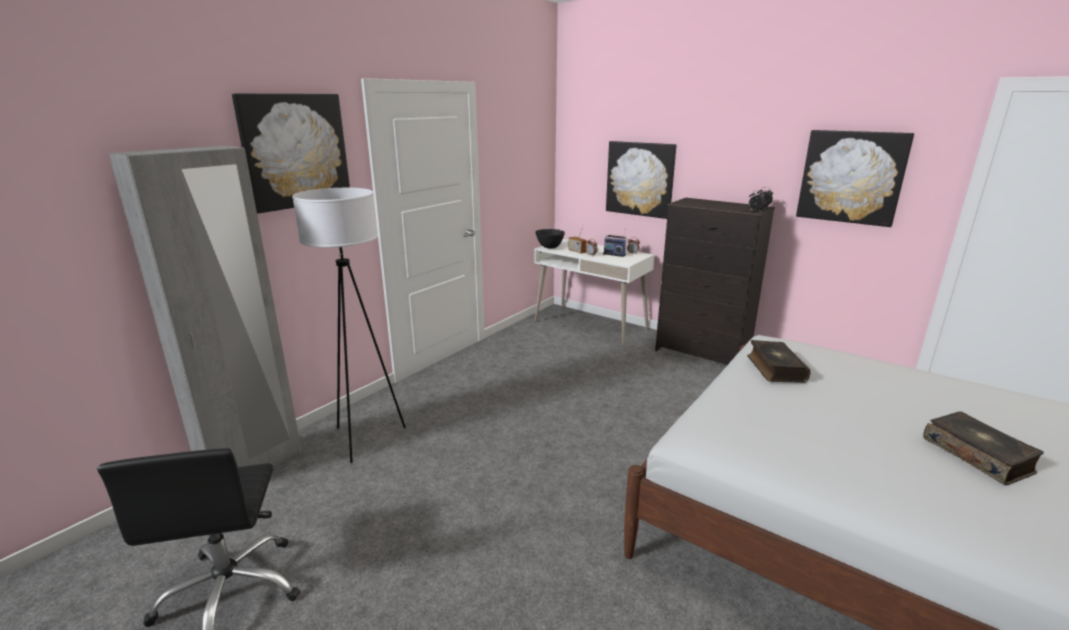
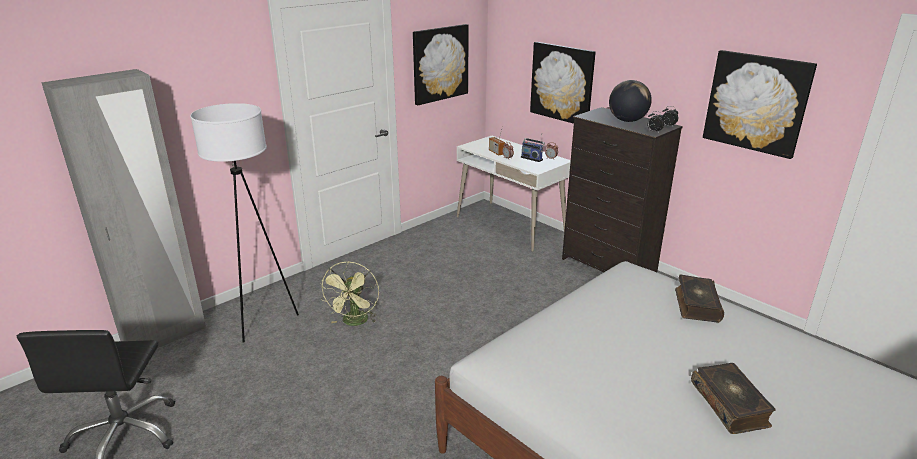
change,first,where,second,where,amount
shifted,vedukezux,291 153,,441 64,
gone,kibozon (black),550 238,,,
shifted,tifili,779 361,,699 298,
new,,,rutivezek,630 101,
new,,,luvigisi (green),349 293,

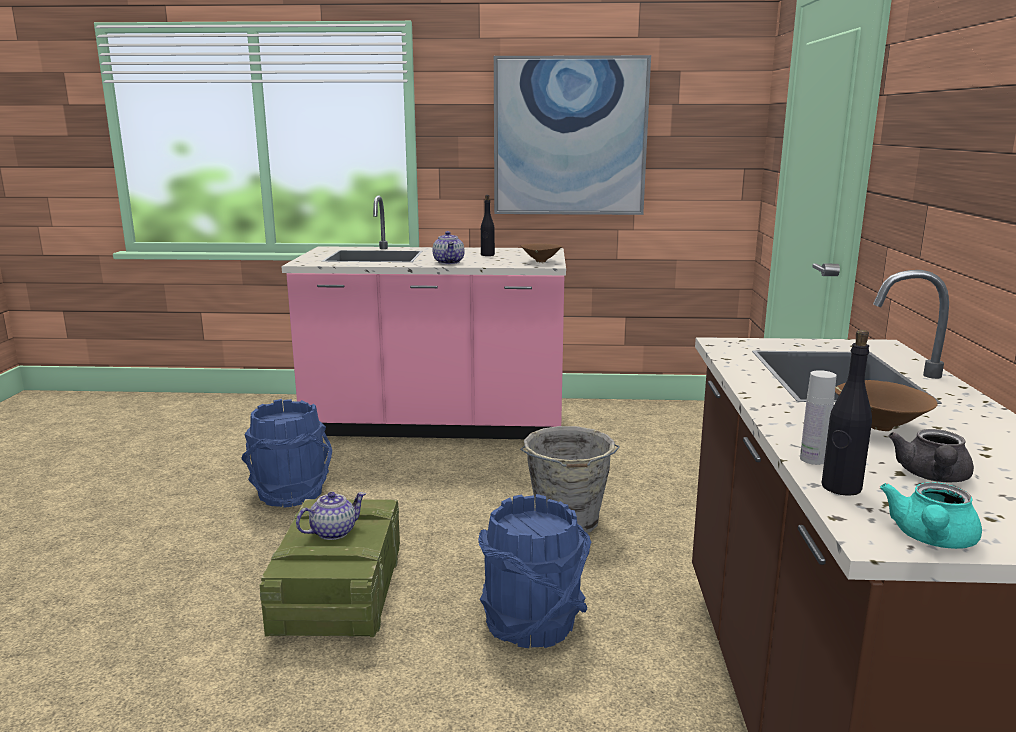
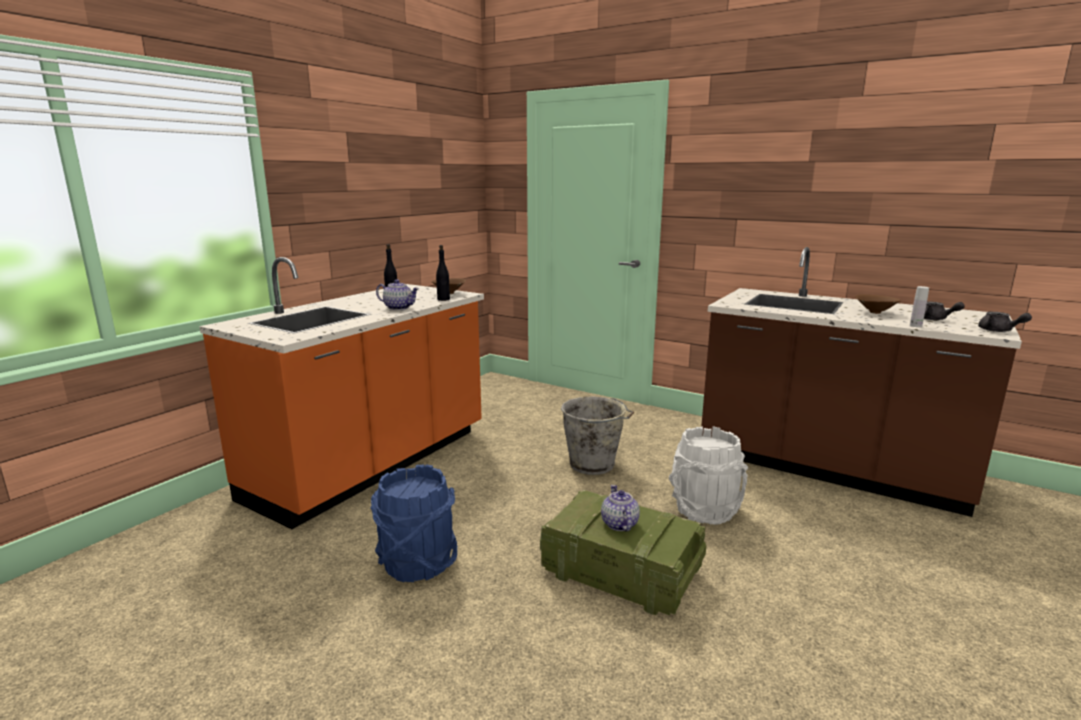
change,first,where,second,where,amount
gone,vedukezux,572 135,,,
repainted,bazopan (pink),423 317,bazopan (orange),341 393,
shifted,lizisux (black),847 413,,443 273,
repainted,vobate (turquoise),931 515,vobate (grey),1005 322,
repainted,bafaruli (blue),534 571,bafaruli (white),708 475,

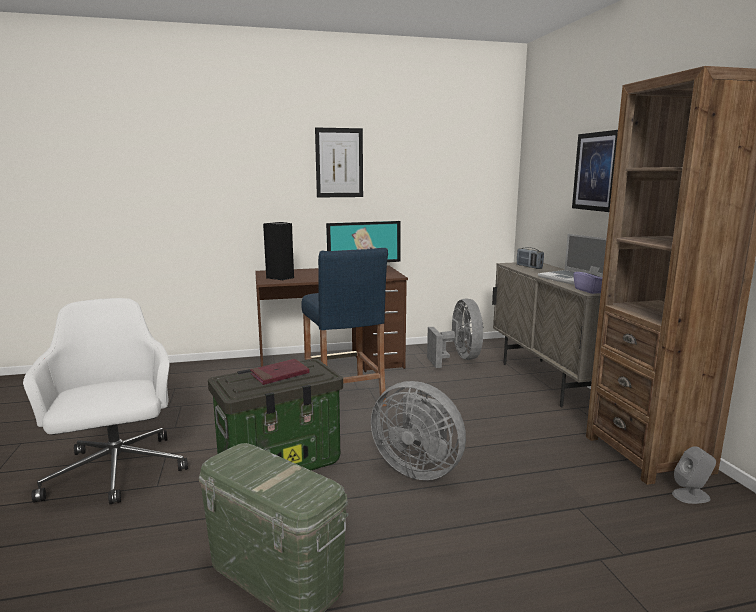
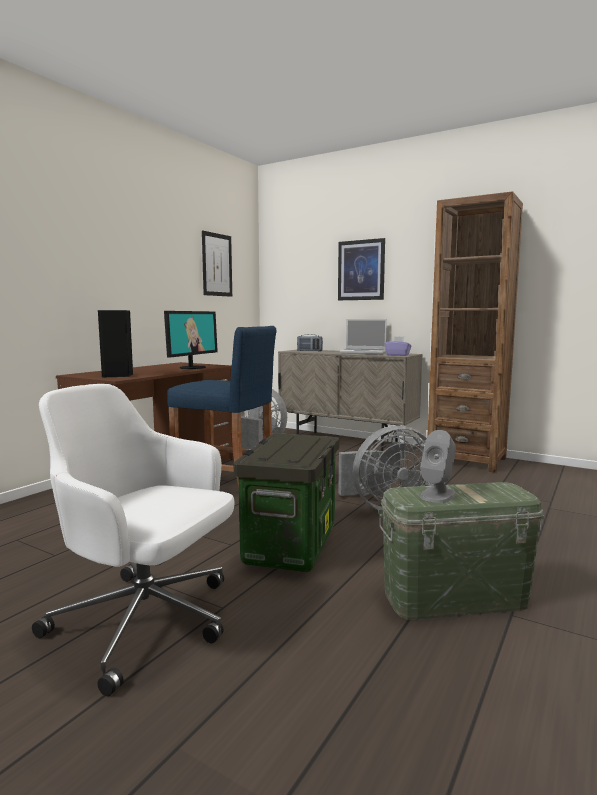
change,first,where,second,where,amount
shifted,vedukezux,339 162,,217 264,
gone,tifili (red),280 372,,,
shifted,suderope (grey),694 475,,438 466,

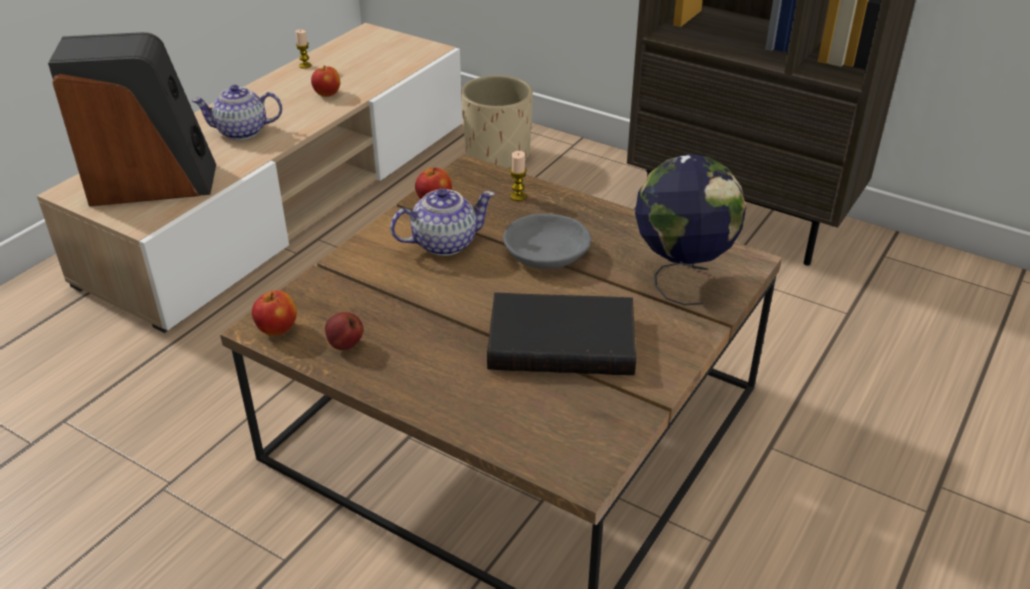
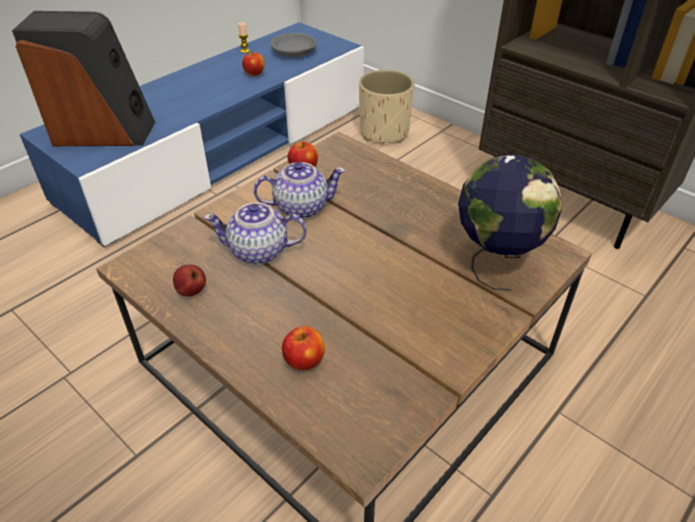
change,first,where,second,where,amount
repainted,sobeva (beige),249 178,sobeva (blue),192 134,
shifted,vobate,236 112,,255 233,
gone,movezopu,518 176,,,
shifted,kibozon (grey),547 241,,293 45,
shifted,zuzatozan,274 313,,303 348,
gone,tifili (black),561 333,,,

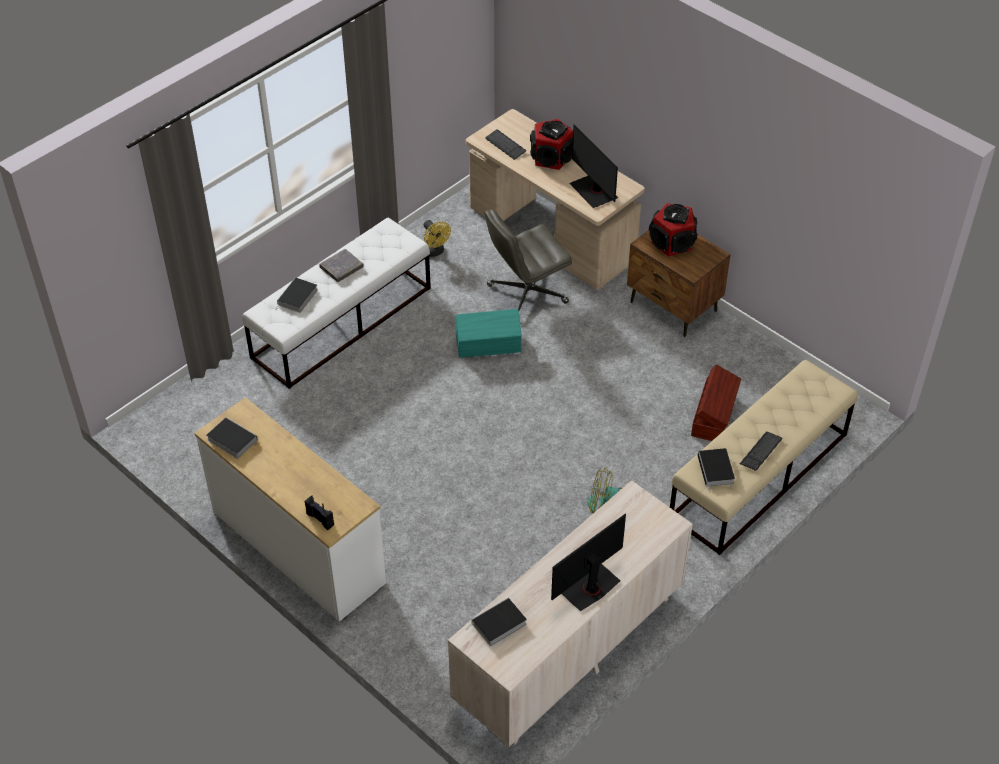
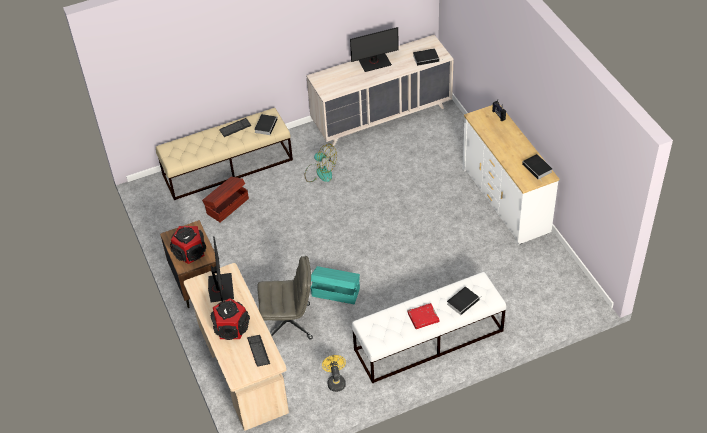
change,first,where,second,where,amount
repainted,tifili (grey),341 265,tifili (red),424 316,

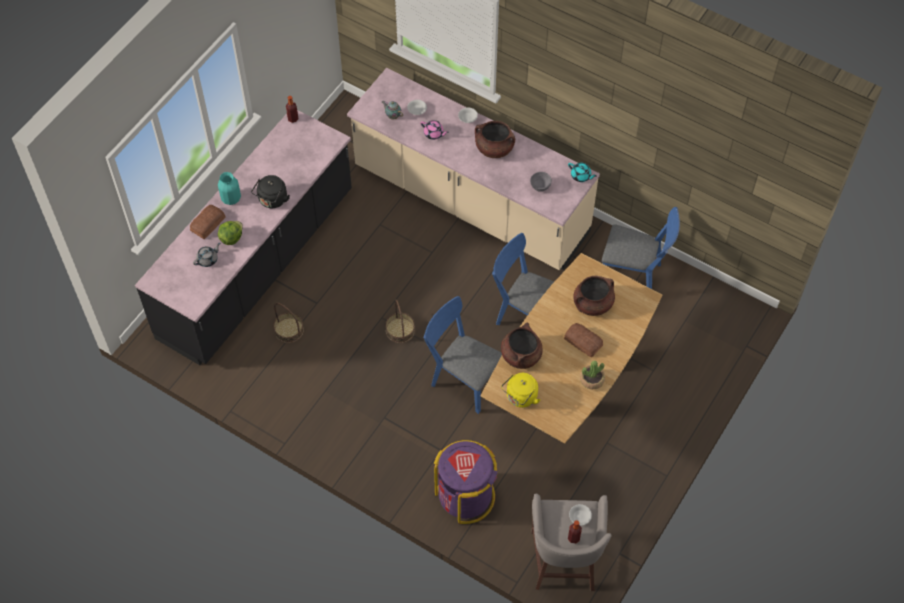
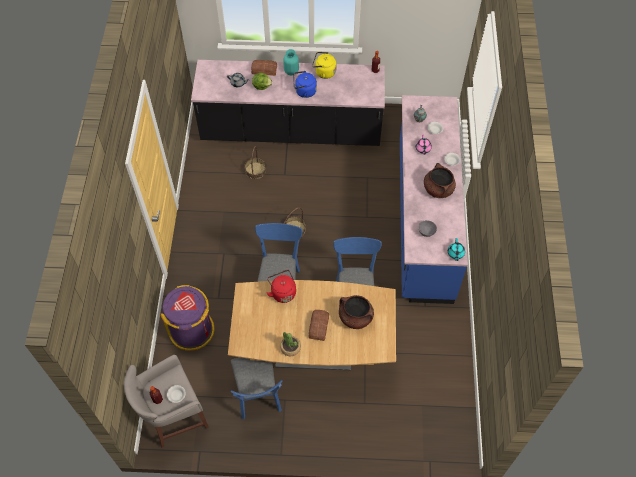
change,first,where,second,where,amount
repainted,bazopan (beige),473 169,bazopan (blue),434 199,
repainted,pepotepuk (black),270 191,pepotepuk (blue),305 84,
shifted,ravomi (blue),641 248,,256 388,
swapped,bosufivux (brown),522 346,pepotepuk (red),281 286,
shifted,pepotepuk (yellow),520 390,,324 65,

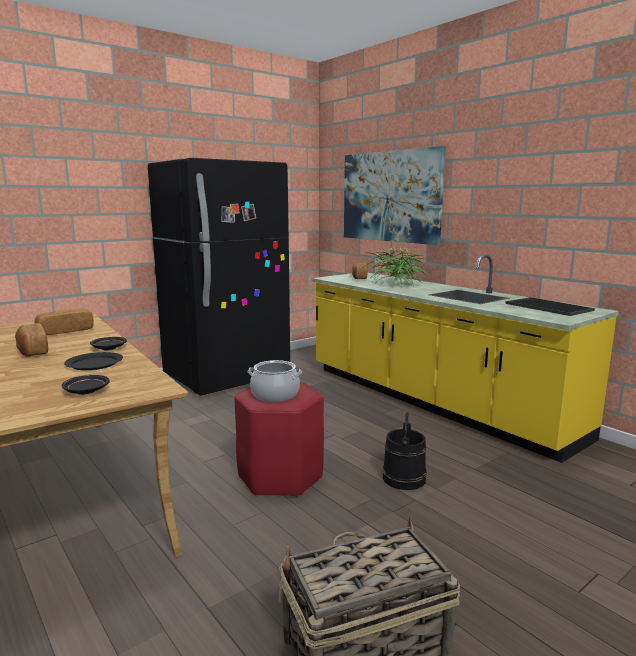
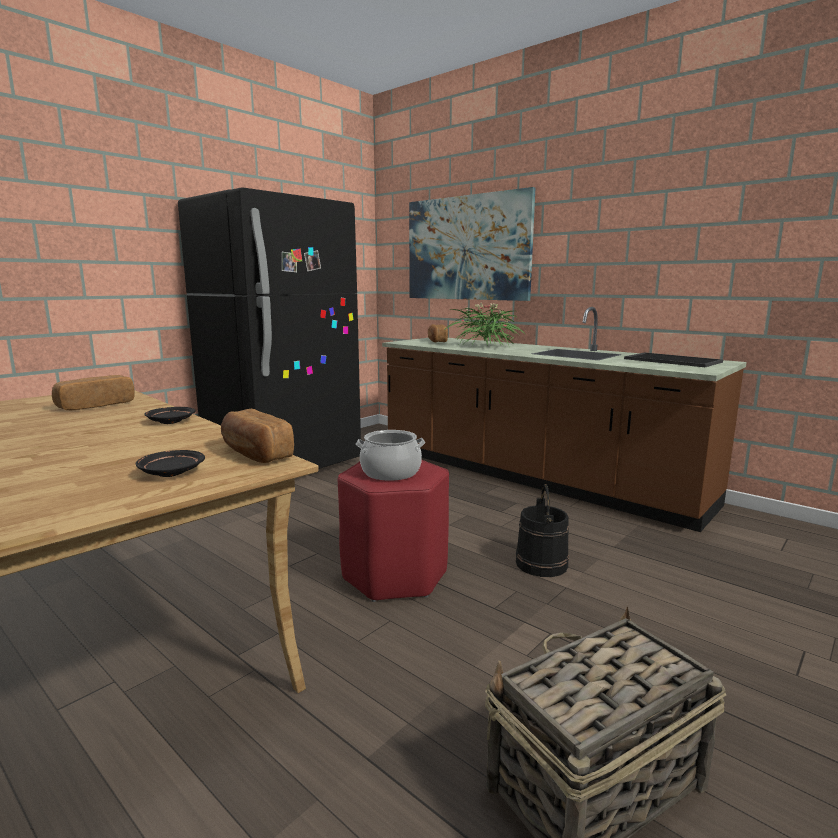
change,first,where,second,where,amount
repainted,bazopan (yellow),465 358,bazopan (brown),564 419,
shifted,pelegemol,31 340,,257 436,
gone,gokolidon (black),93 361,,,

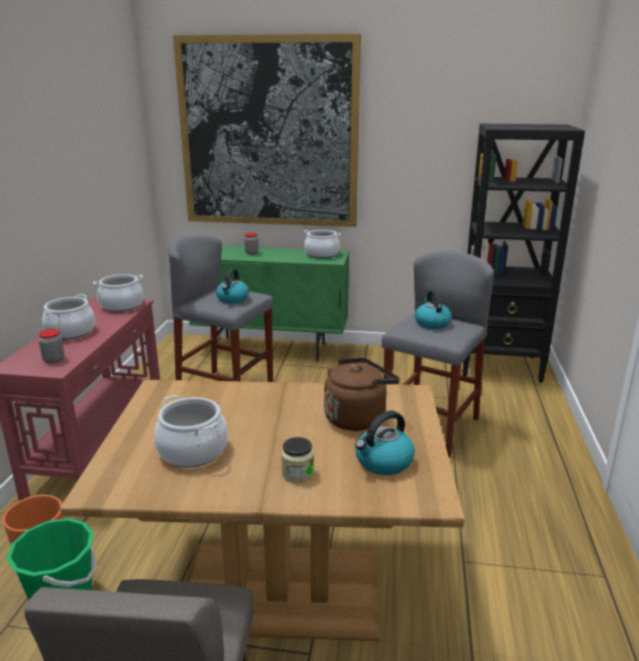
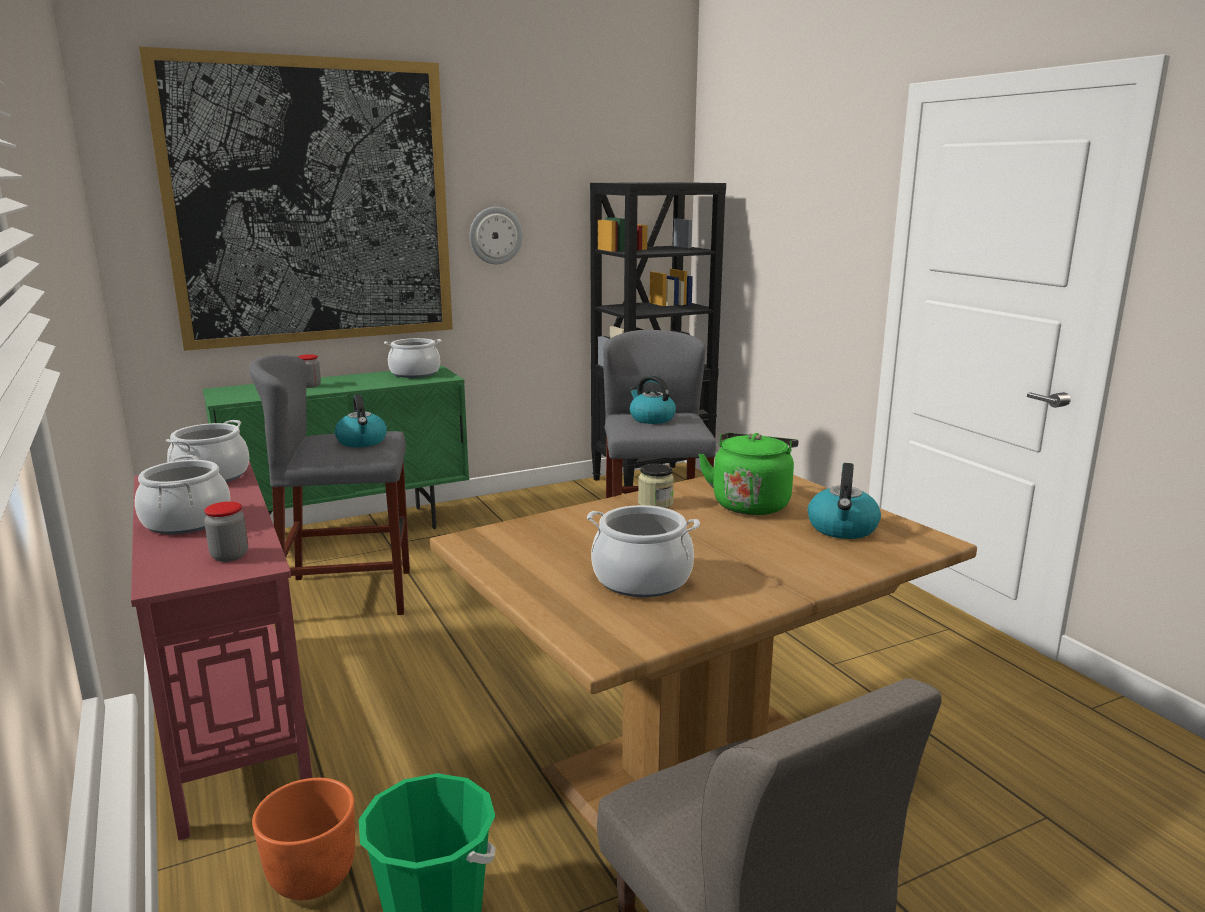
change,first,where,second,where,amount
repainted,pepotepuk (brown),362 394,pepotepuk (green),748 474,
shifted,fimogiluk,297 460,,656 485,
new,,,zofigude,496 235,

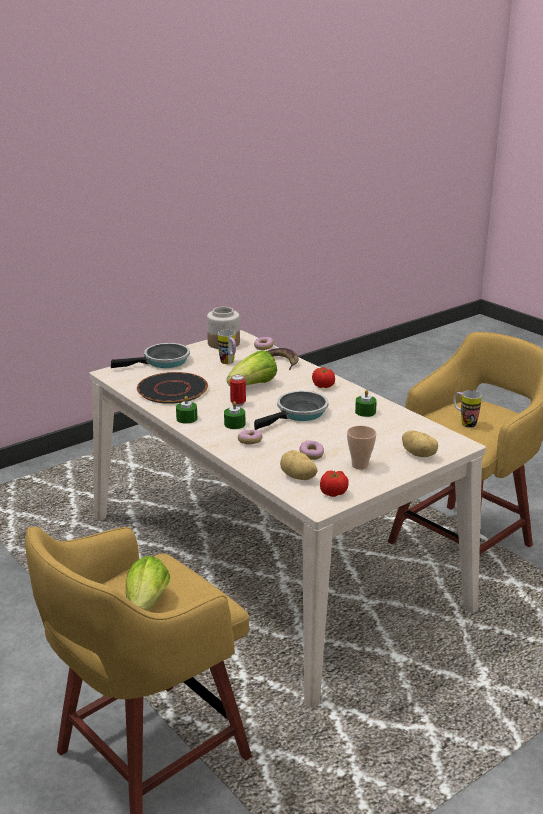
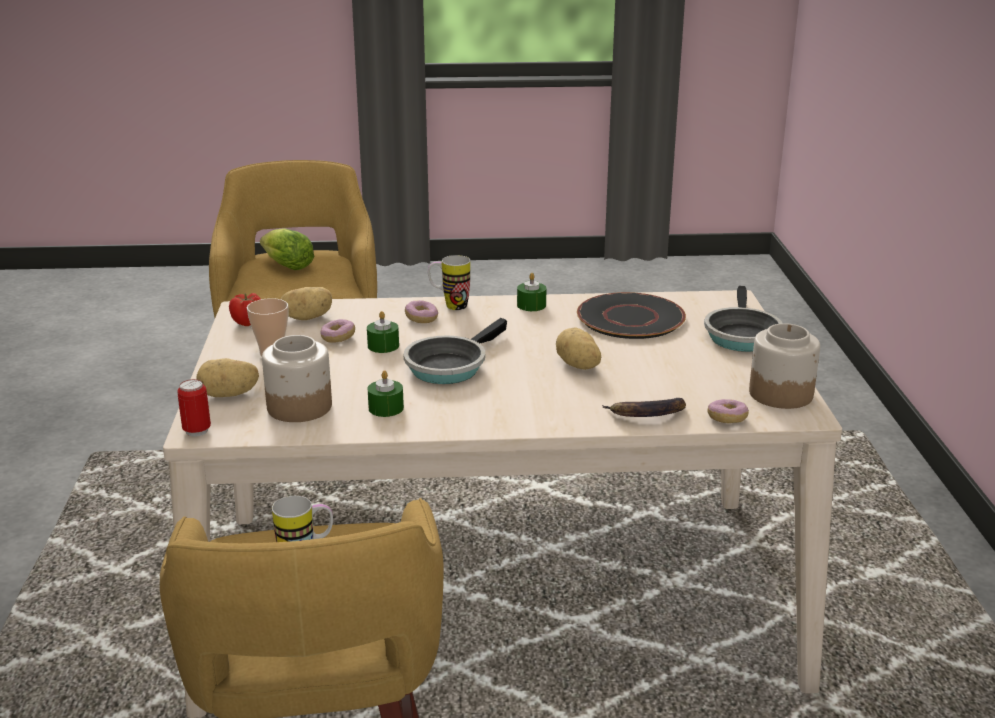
change,first,where,second,where,amount
shifted,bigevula,227 347,,449 282,
swapped,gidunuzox,252 368,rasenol,578 349,
gone,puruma,323 377,,,
shifted,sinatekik,238 390,,194 408,
rotated,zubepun,291 410,,455 351,45 degrees clockwise
shifted,movezopu (green),234 415,,383 332,
new,,,fimogiluk,297 378,

